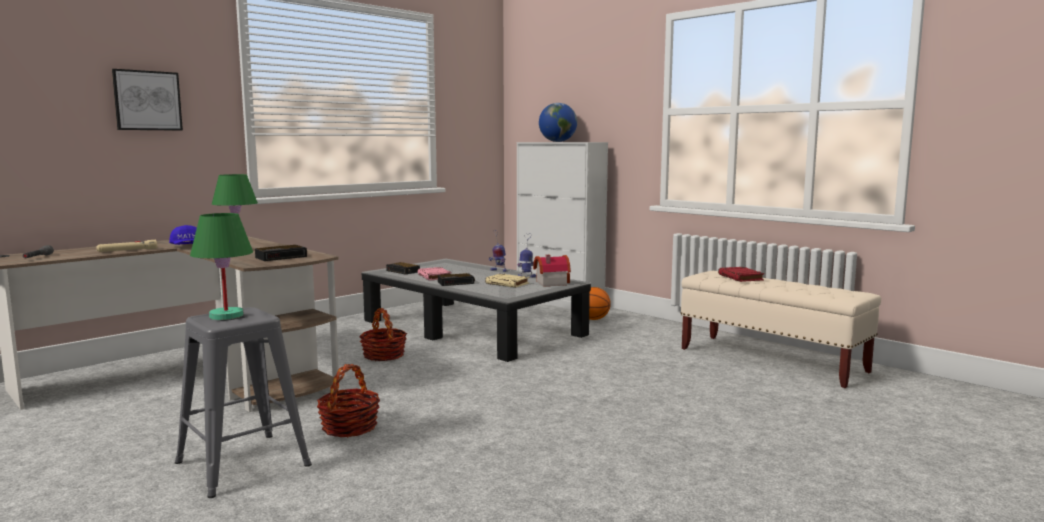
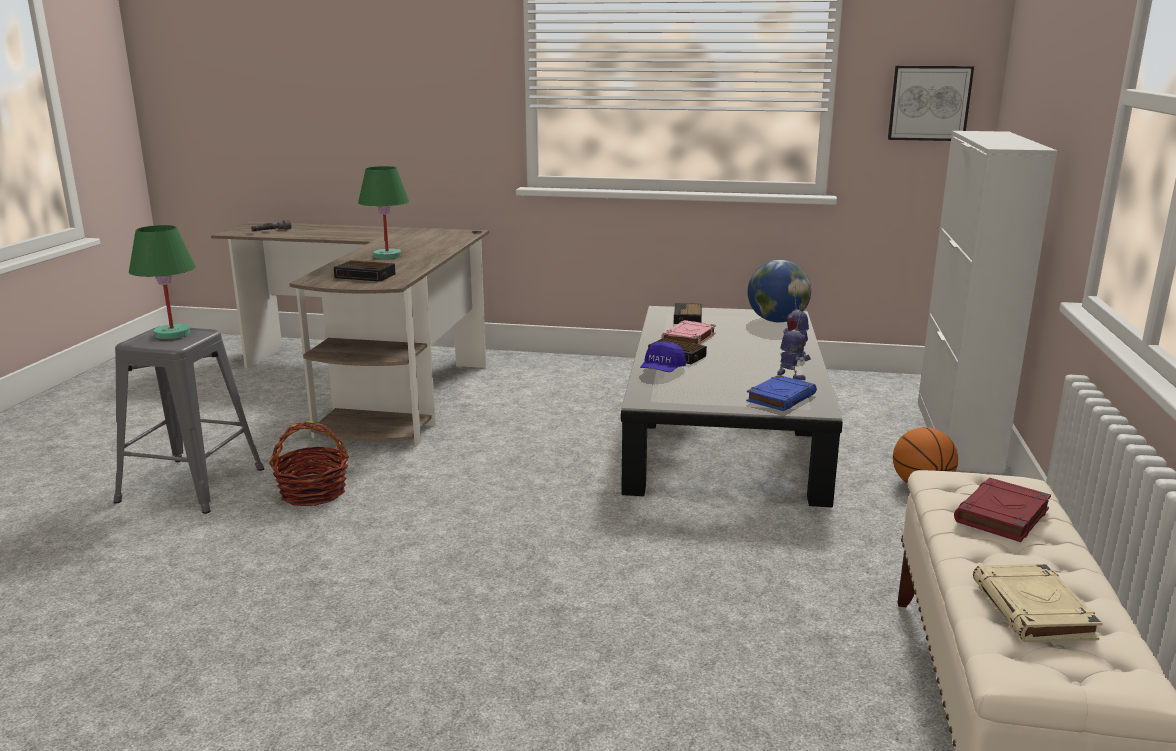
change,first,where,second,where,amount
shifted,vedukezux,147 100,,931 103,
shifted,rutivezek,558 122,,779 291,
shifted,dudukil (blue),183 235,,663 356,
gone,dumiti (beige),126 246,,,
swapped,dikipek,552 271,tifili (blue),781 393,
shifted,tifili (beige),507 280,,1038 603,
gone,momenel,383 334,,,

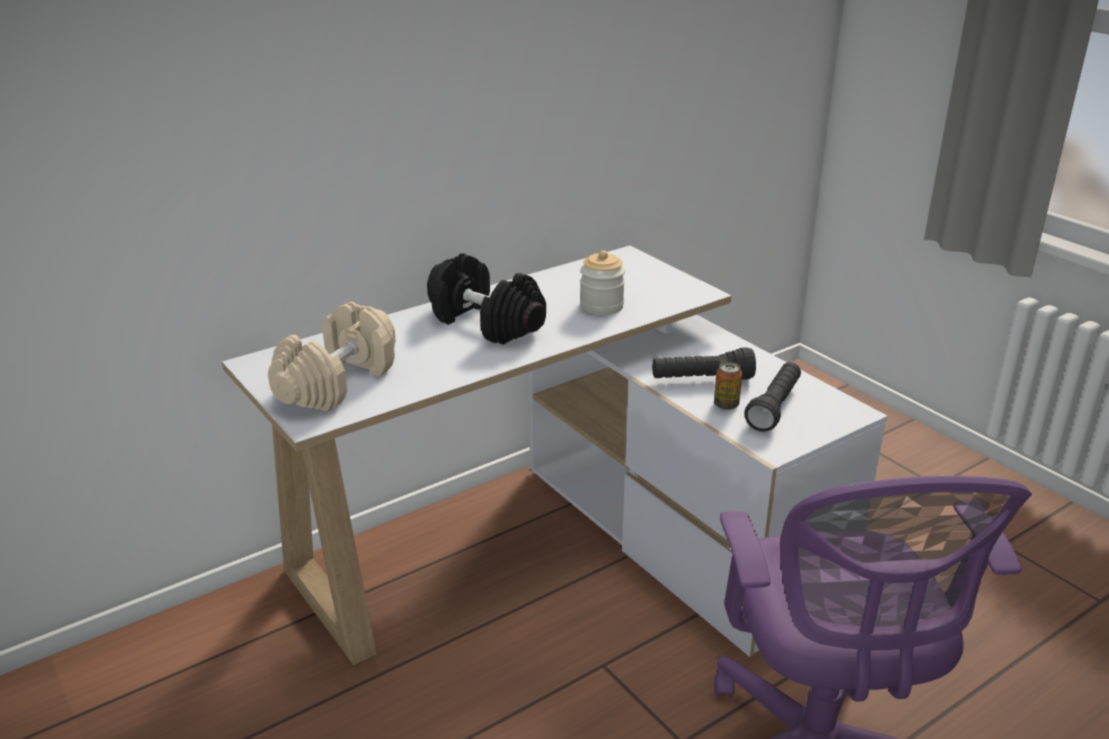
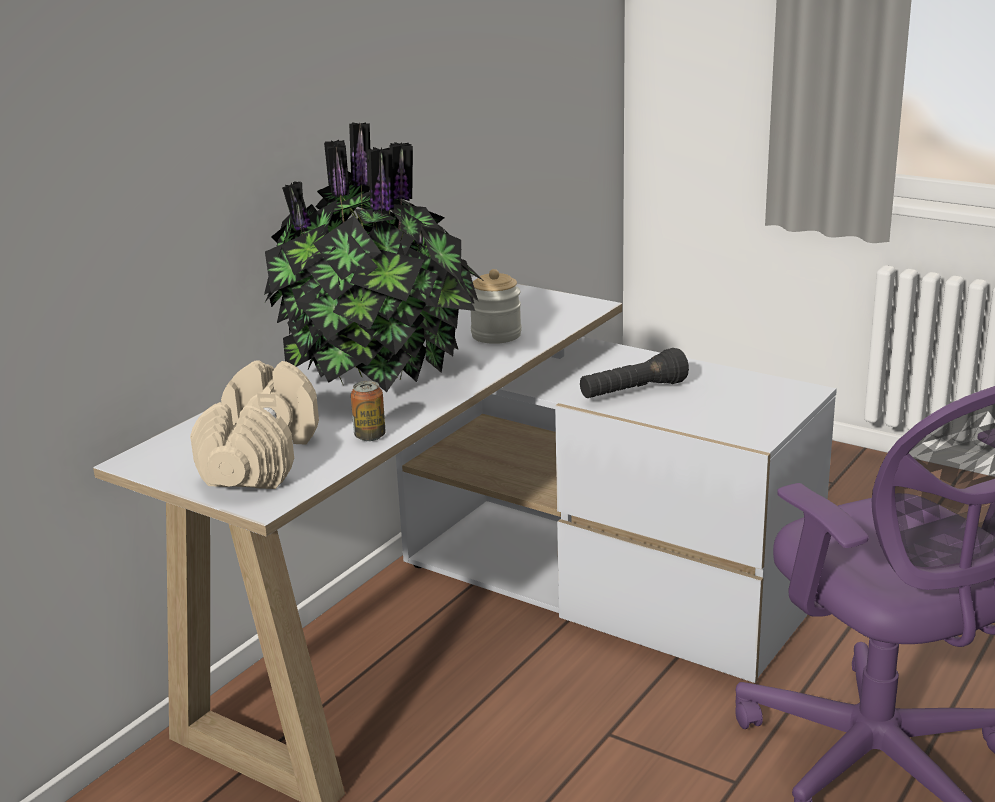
change,first,where,second,where,amount
swapped,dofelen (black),486 299,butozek,374 257,
shifted,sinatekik,728 386,,368 411,
gone,dumiti (black),772 397,,,

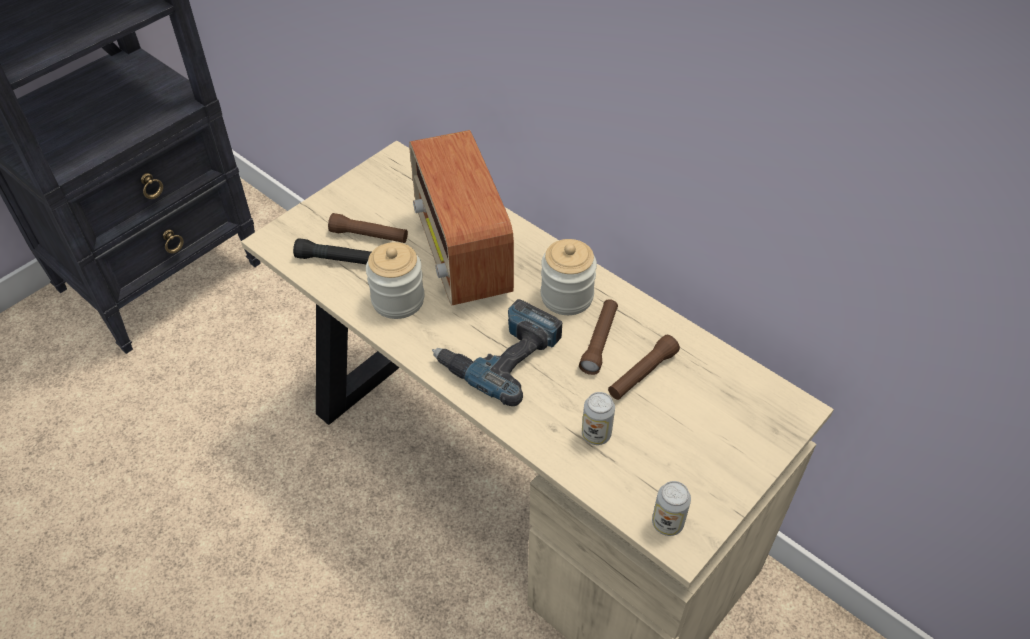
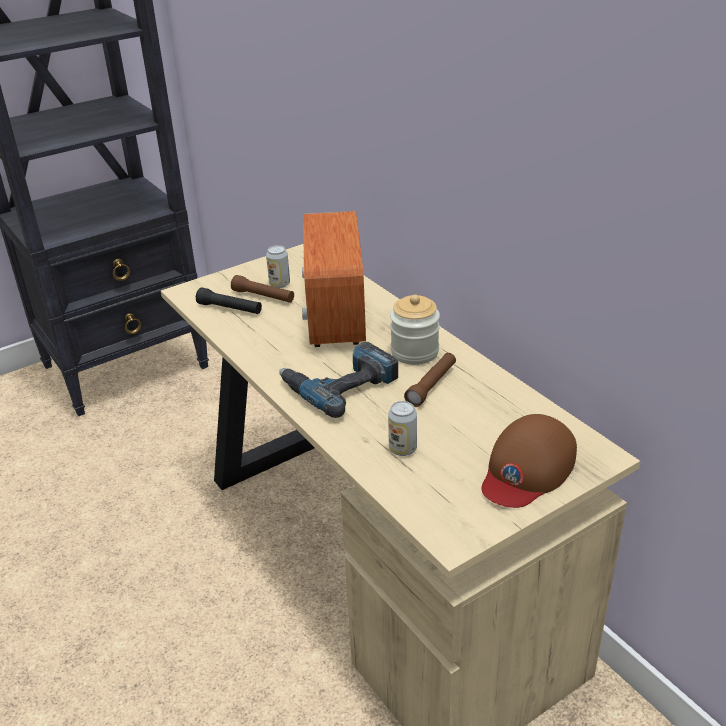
change,first,where,second,where,amount
gone,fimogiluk,395 280,,,
gone,dumiti (brown),644 367,,,
shifted,sinatekik,671 508,,278 266,
new,,,dudukil (brown),529 461,

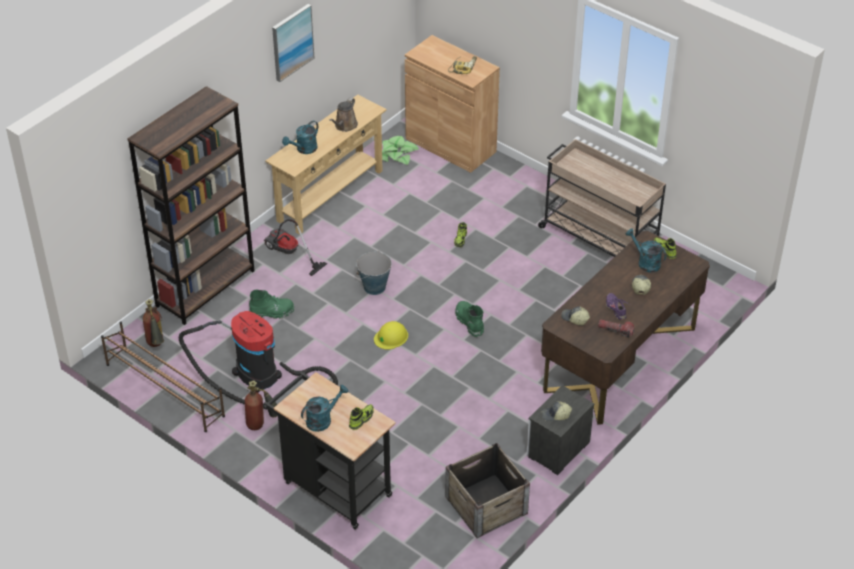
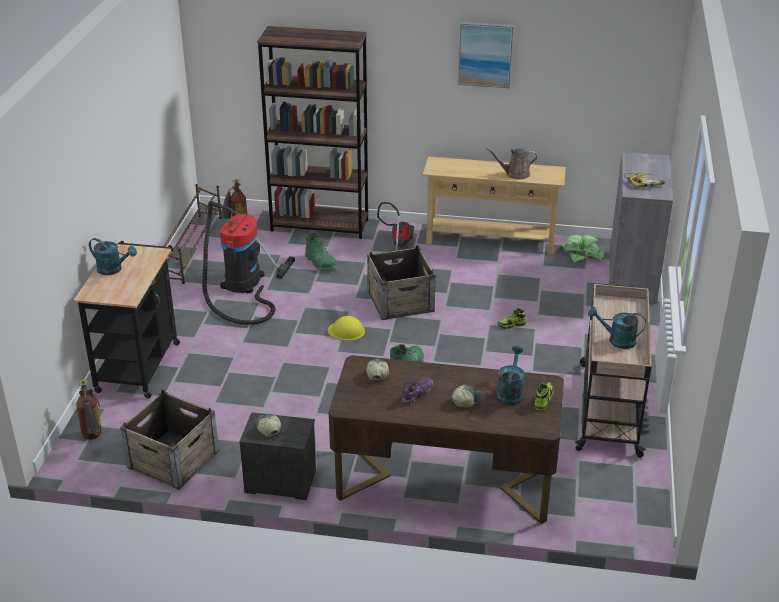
change,first,where,second,where,amount
repainted,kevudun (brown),452 104,kevudun (grey),641 228,
shifted,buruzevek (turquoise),300 137,,617 328,
swapped,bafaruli,374 273,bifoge,401 282,
gone,dumiti,616 328,,,
shifted,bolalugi,261 405,,89 410,
gone,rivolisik,361 417,,,

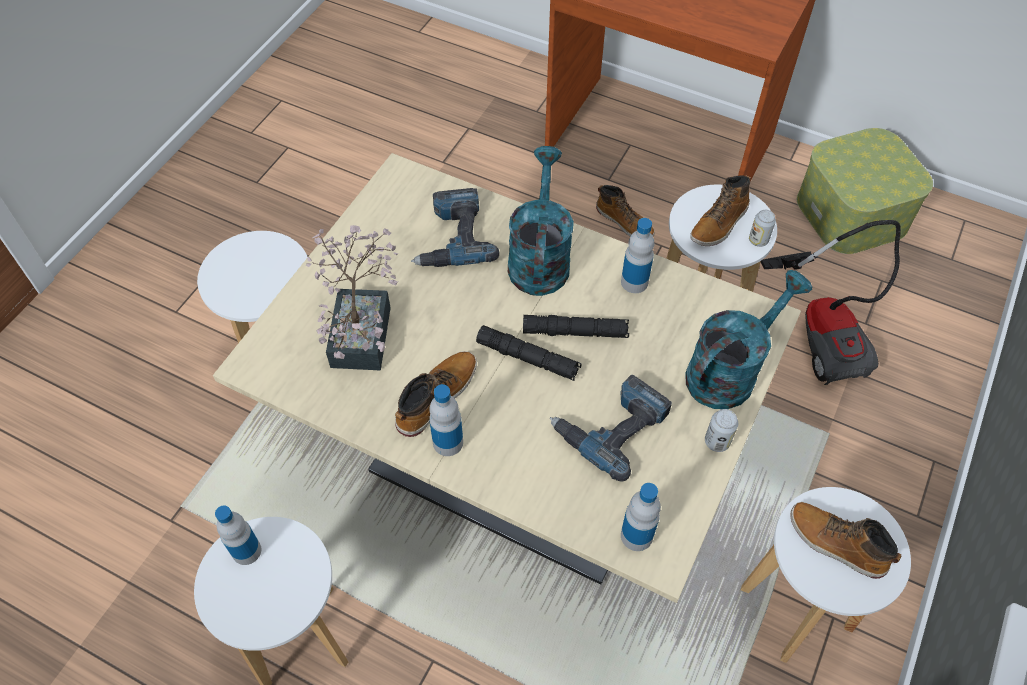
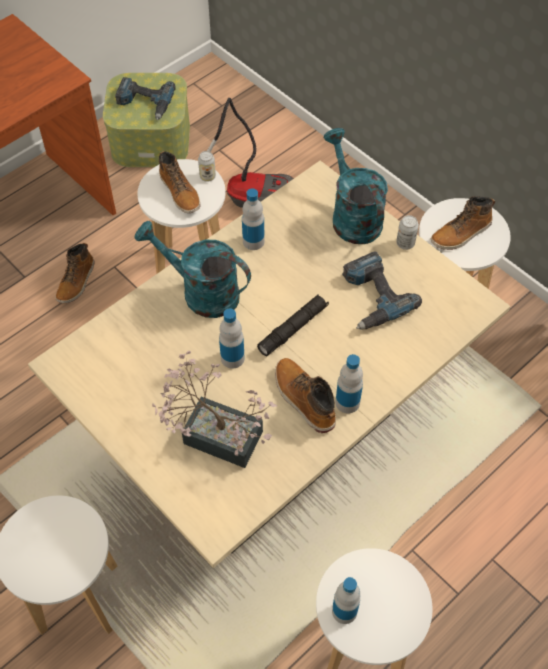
change,first,where,second,where,amount
rotated,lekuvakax,625 211,,75 273,135 degrees clockwise
shifted,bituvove,455 227,,145 98,
gone,dumiti (black),576 326,,,
shifted,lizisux,641 517,,232 338,

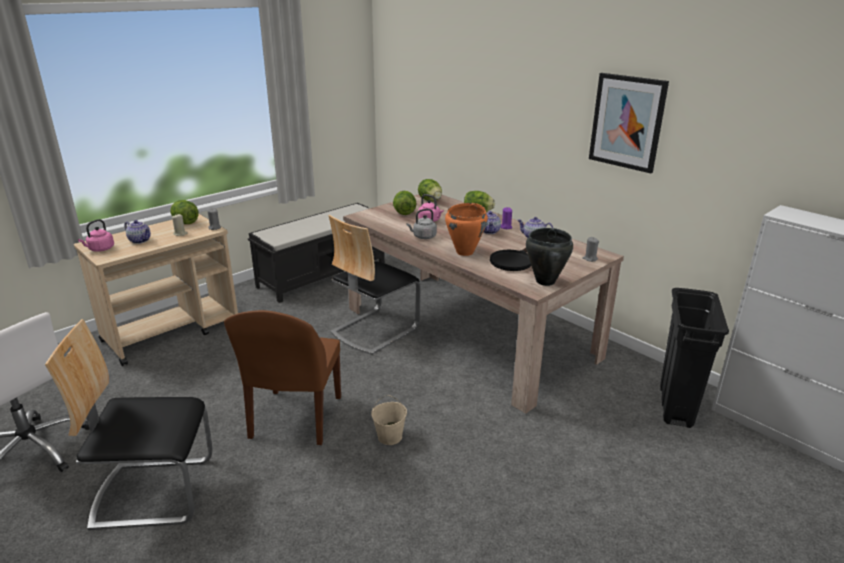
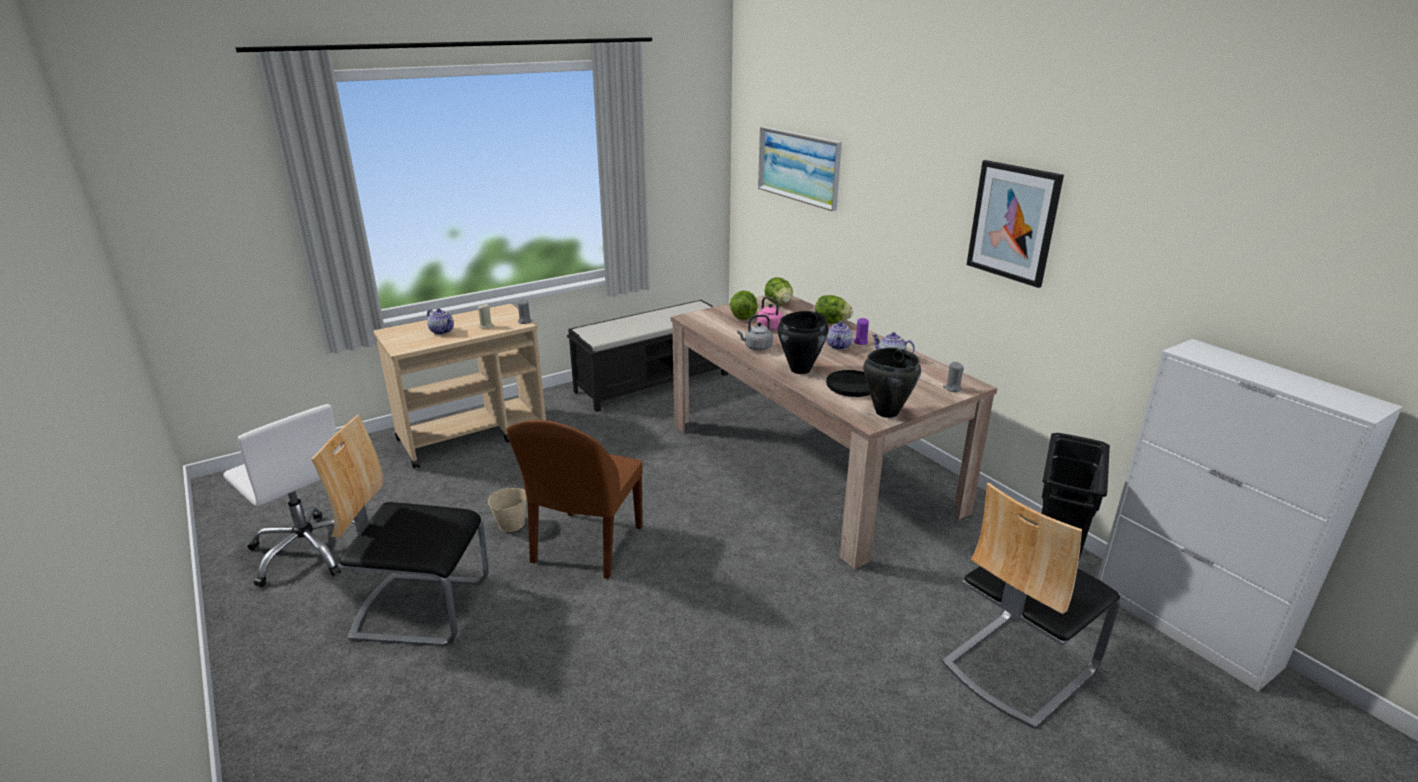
change,first,where,second,where,amount
gone,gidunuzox,184 212,,,
repainted,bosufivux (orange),466 229,bosufivux (black),803 342,
shifted,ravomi,374 285,,1031 606,
gone,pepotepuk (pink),96 235,,,
shifted,bafaruli (beige),389 420,,507 505,
new,,,vedukezux,800 169,

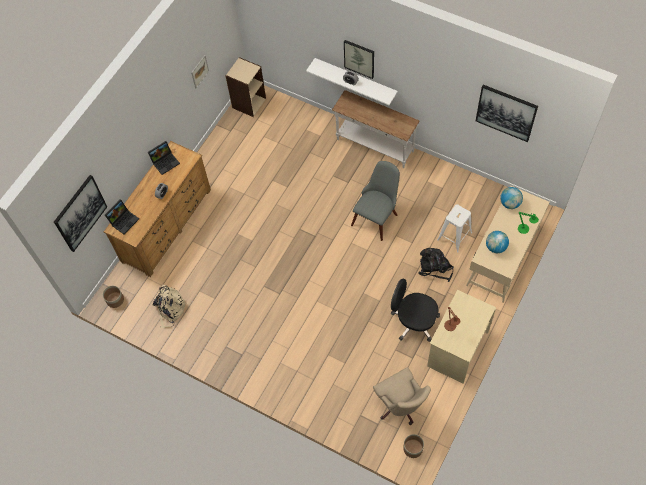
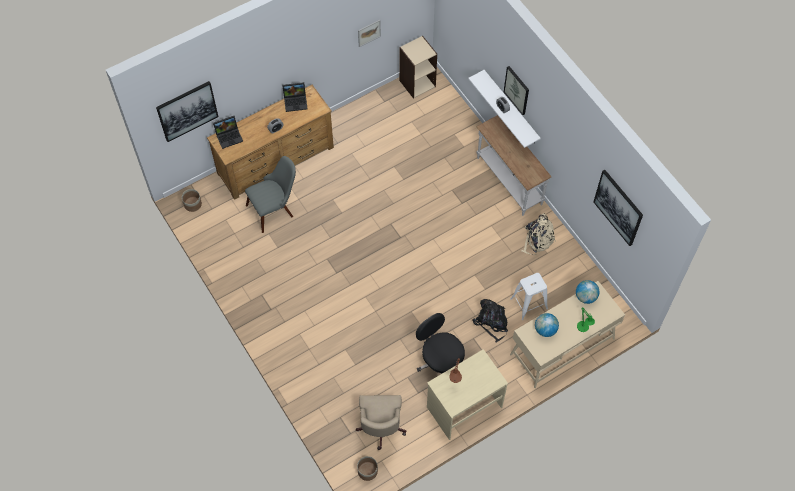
change,first,where,second,where,amount
shifted,ravomi (grey),375 201,,270 194,
shifted,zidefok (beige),170 306,,538 234,

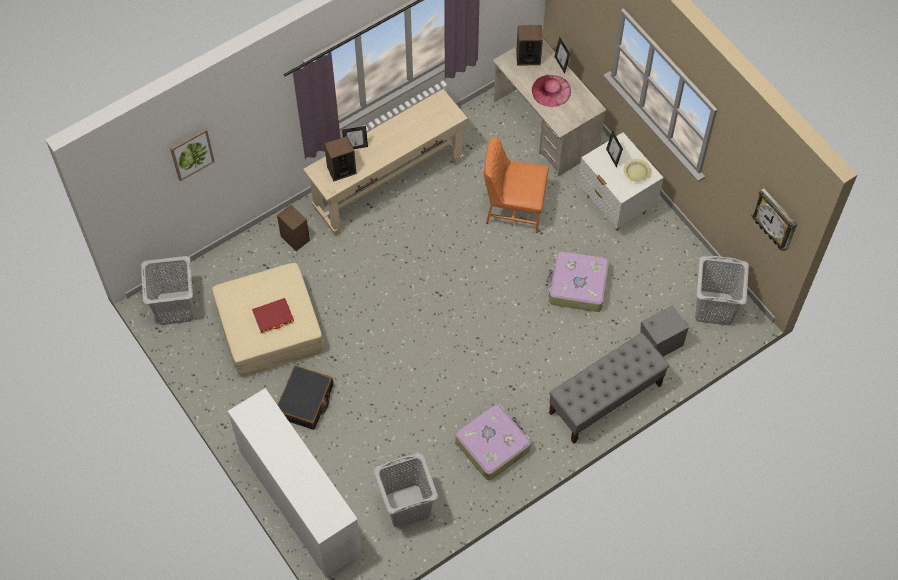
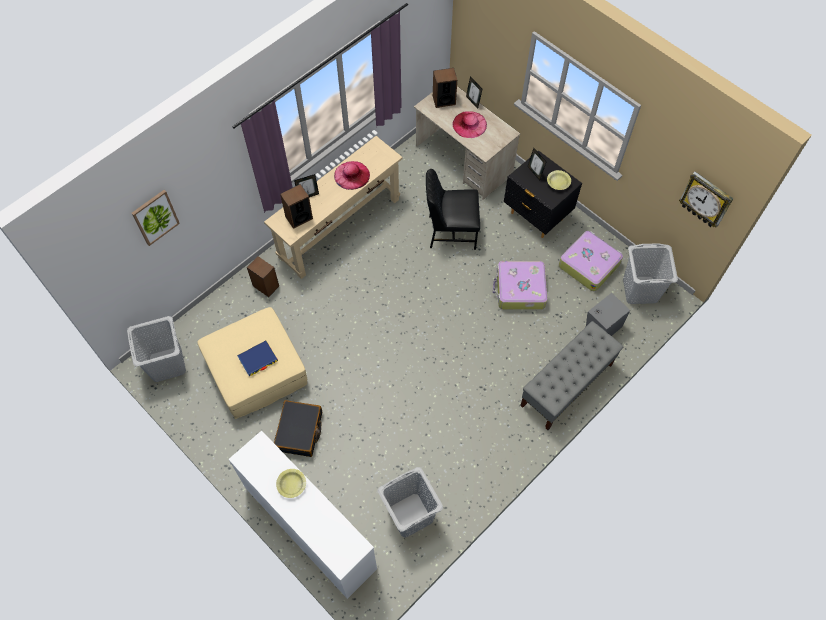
change,first,where,second,where,amount
repainted,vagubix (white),621 181,vagubix (black),543 194,
repainted,ravomi (orange),516 185,ravomi (black),453 209,
repainted,tifili (red),273 315,tifili (blue),257 358,
shifted,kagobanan,493 442,,591 261,
new,,,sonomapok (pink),352 175,
new,,,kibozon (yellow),291 483,

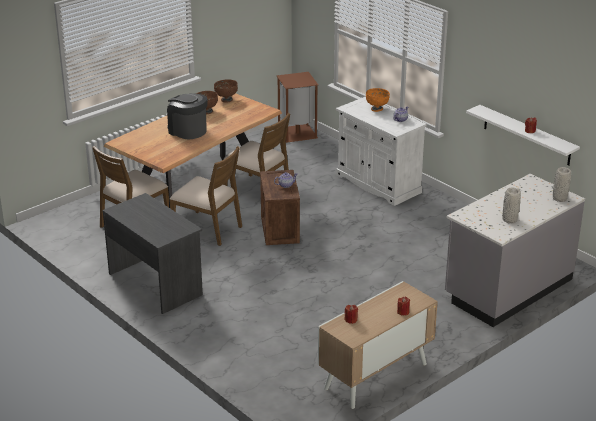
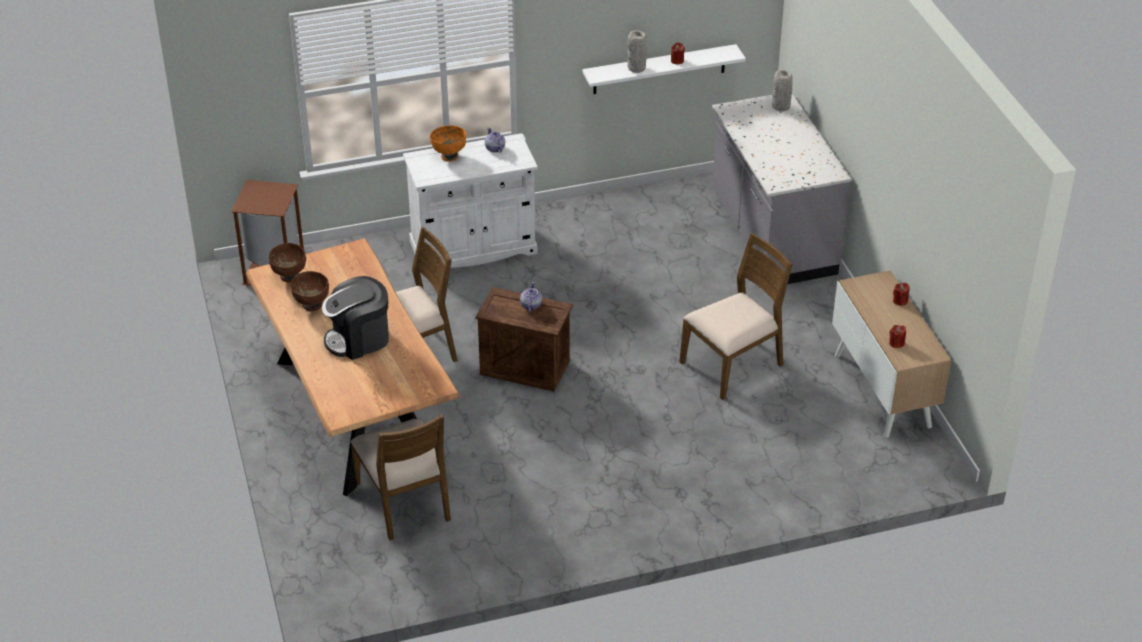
change,first,where,second,where,amount
shifted,ravomi (brown),206 196,,736 316,
shifted,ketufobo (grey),511 205,,637 51,
gone,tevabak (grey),152 253,,,

